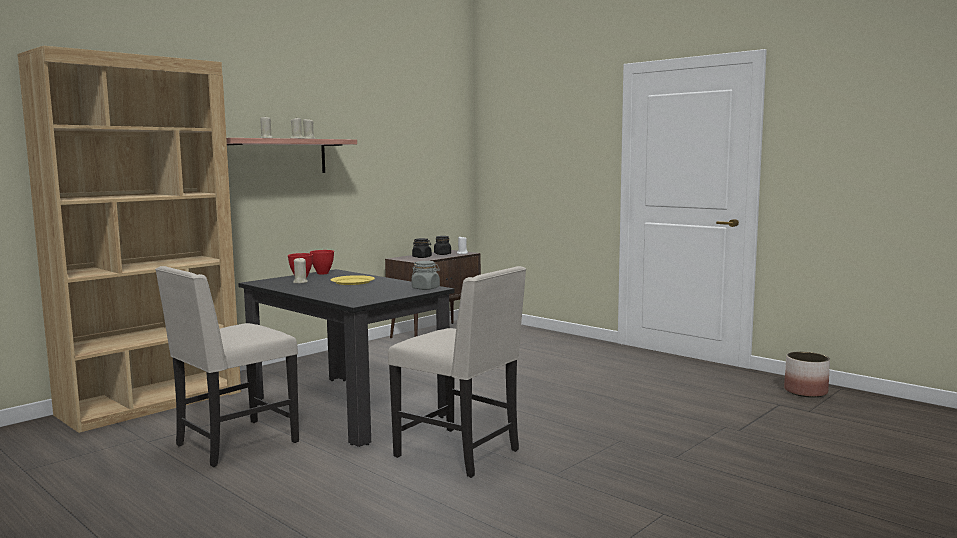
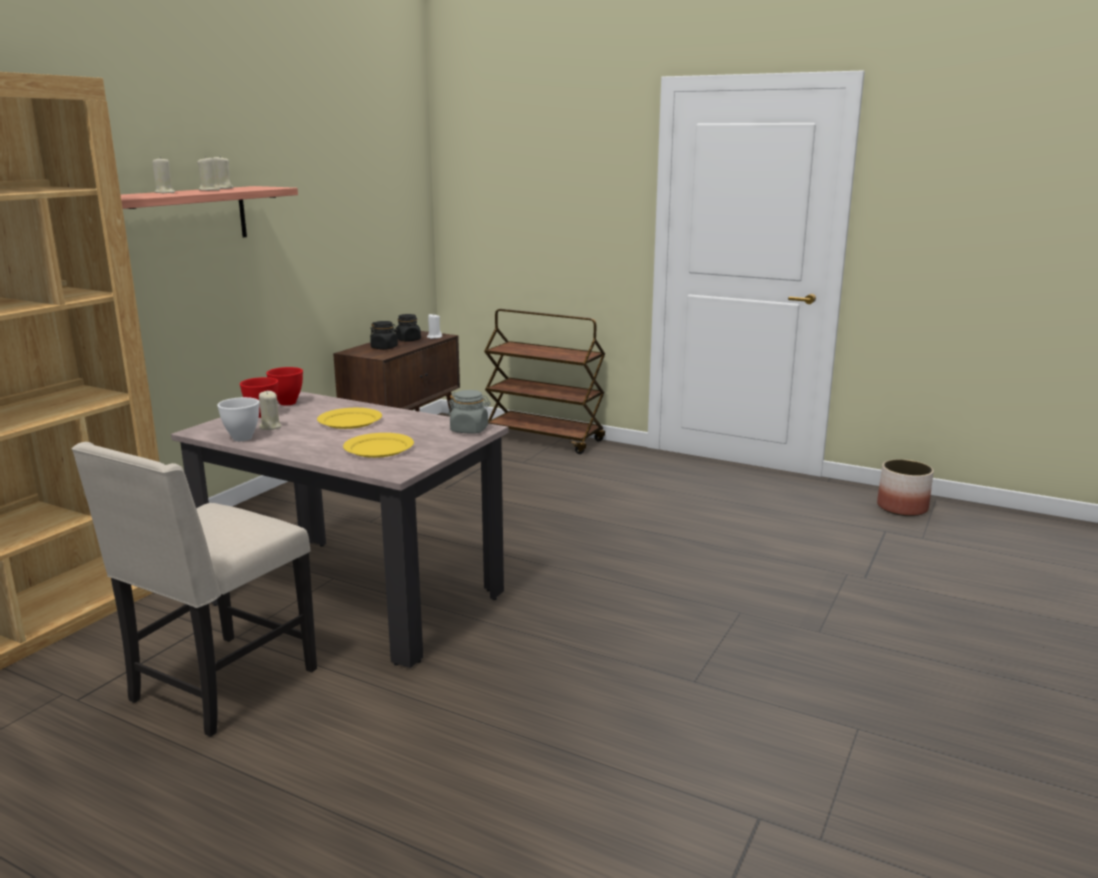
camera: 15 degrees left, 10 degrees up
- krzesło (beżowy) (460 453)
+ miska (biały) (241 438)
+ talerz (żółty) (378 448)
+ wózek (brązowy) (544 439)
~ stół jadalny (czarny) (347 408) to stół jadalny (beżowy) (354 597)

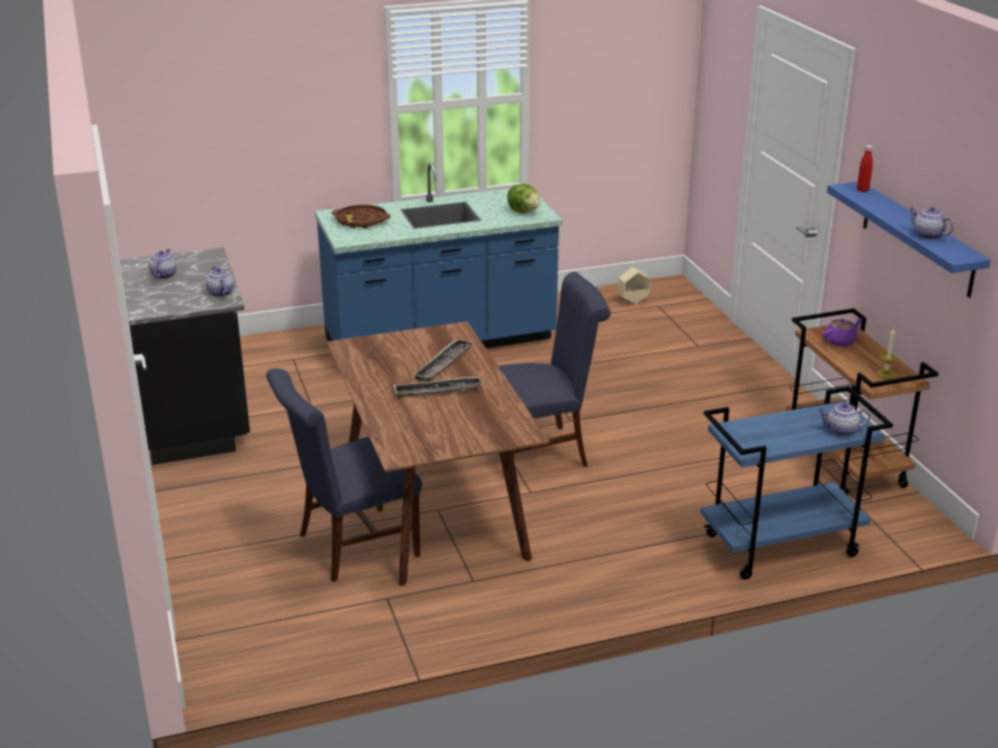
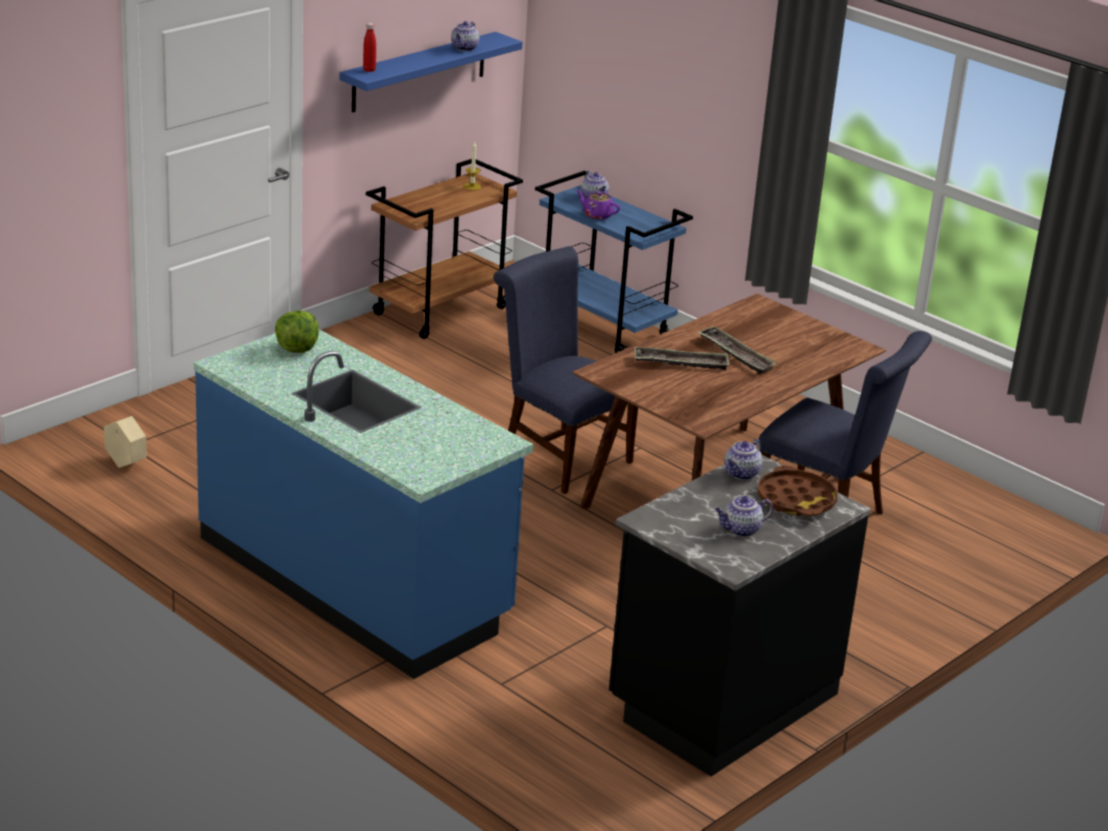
camera: 120 degrees left, 0 degrees up
~ taca (brązowy) (361 221) to (796 500)
~ imbryk (fioletowy) (840 341) to (597 215)

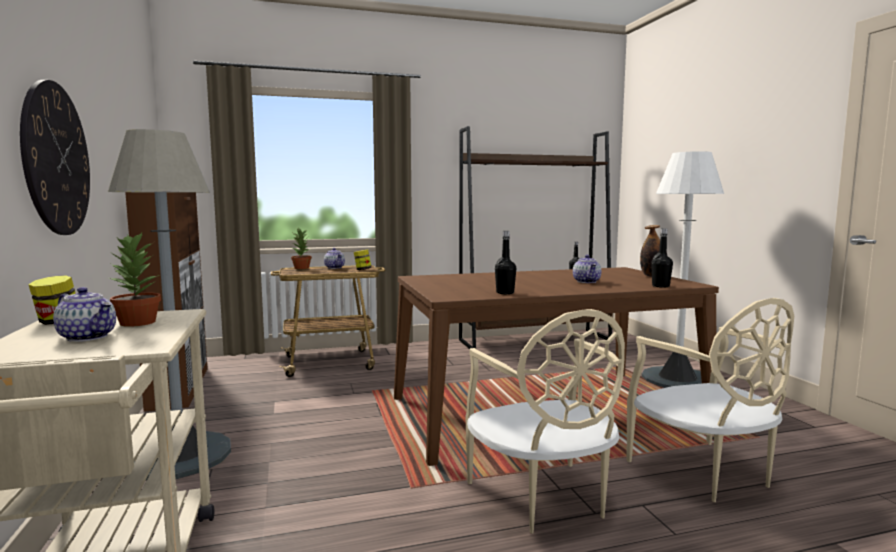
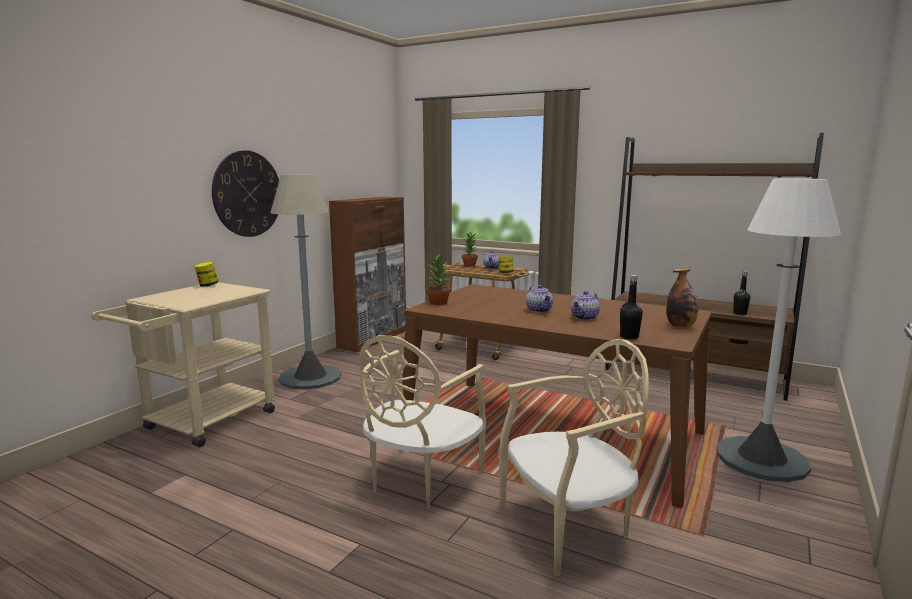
camera: 45 degrees right, 5 degrees up
- butelka (czarny) (505 293)
~ imbryk (88 337) to (539 310)
~ roślina doniczkowa (137 323) to (438 303)
~ krzesło (beżowy) (704 472) = (569 527) 135 degrees counterclockwise

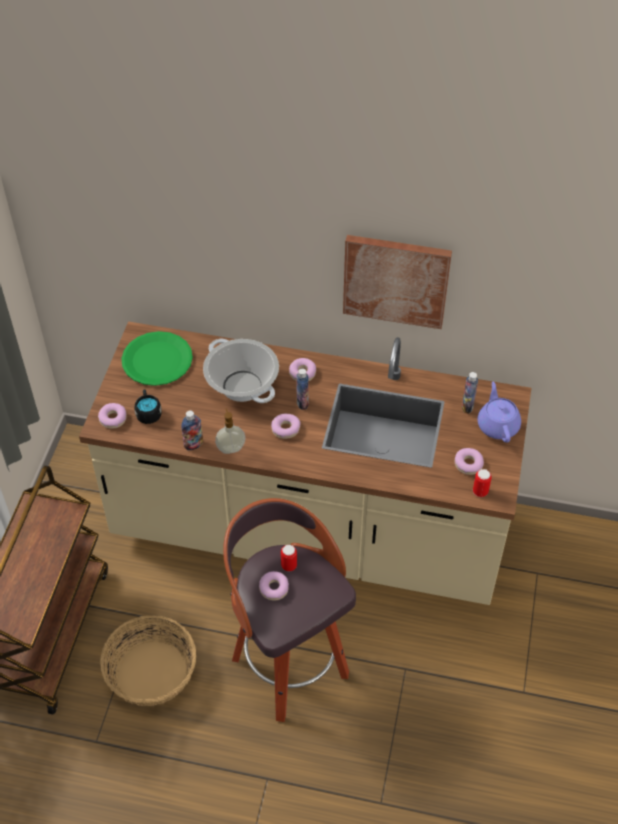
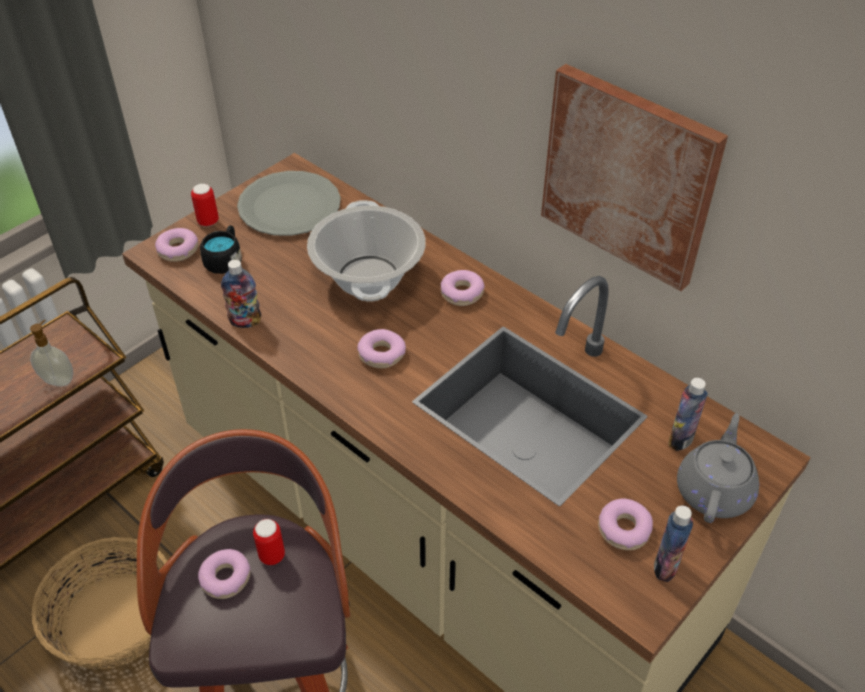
camera: 30 degrees right, 5 degrees down
~ dozownik mydła (231 448) to (59 379)
~ butelka (302 403) to (665 566)
~ puszka (480 491) to (208 221)
~ talerz (zielony) (157 360) to talerz (szary) (290 206)
~ imbryk (fioletowy) (497 425) to imbryk (szary) (714 490)

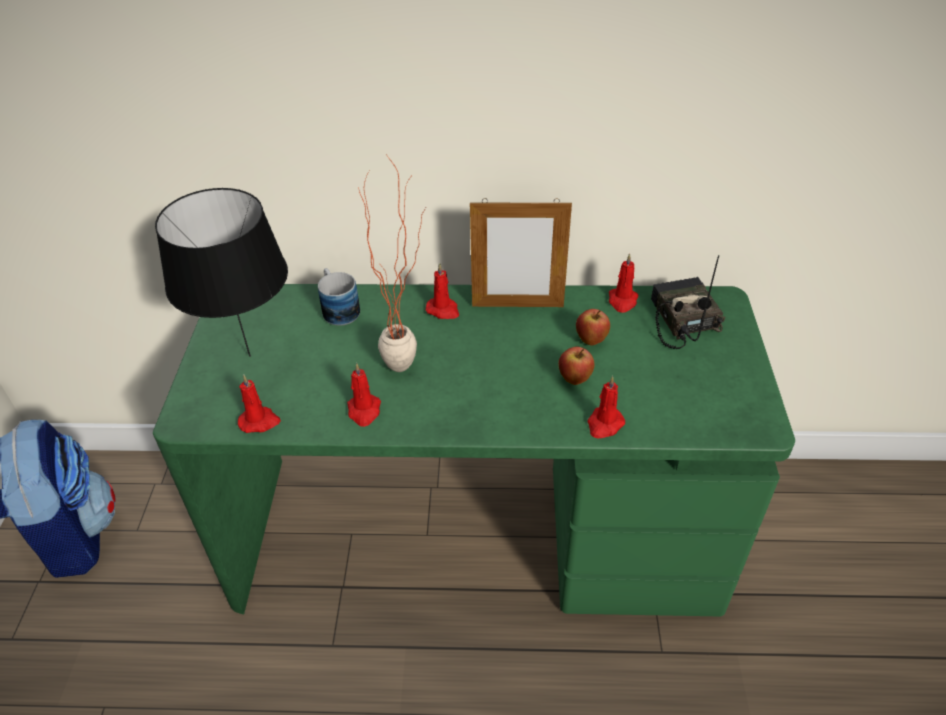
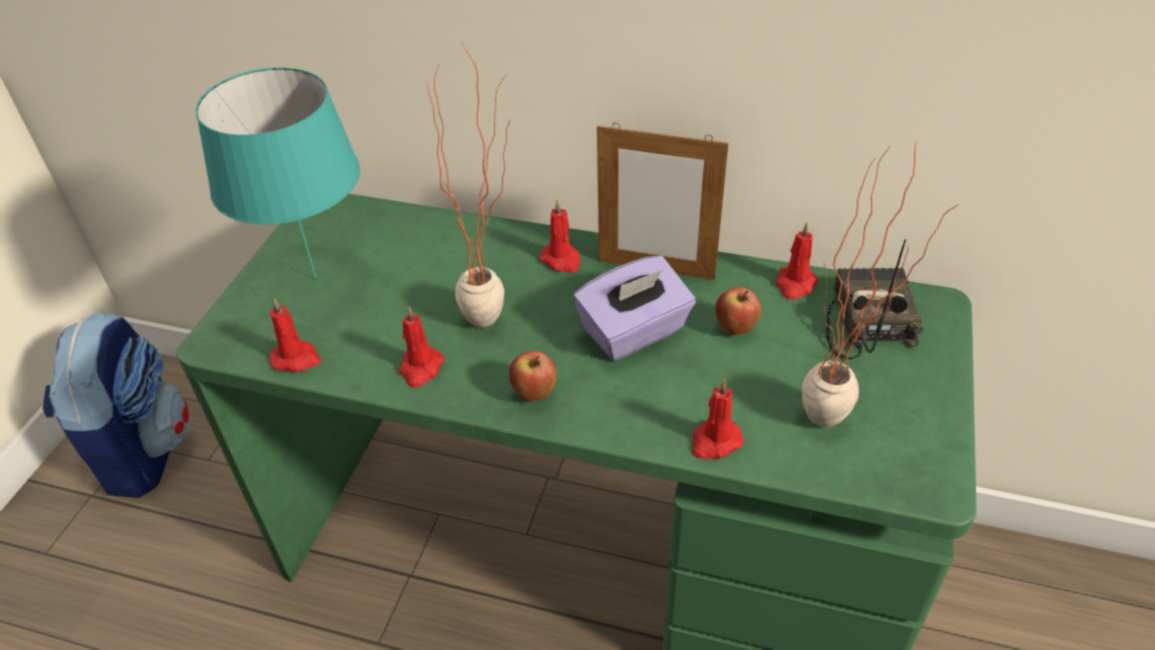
camera: 15 degrees right, 0 degrees up
- kubek (338 308)
+ pudełko chusteczek (fioletowy) (634 332)
+ roślina doniczkowa (837 428)
~ jabłko (575 379) to (534 394)
~ lampa stołowa (czarny) (248 356) to lampa stołowa (turkusowy) (314 279)

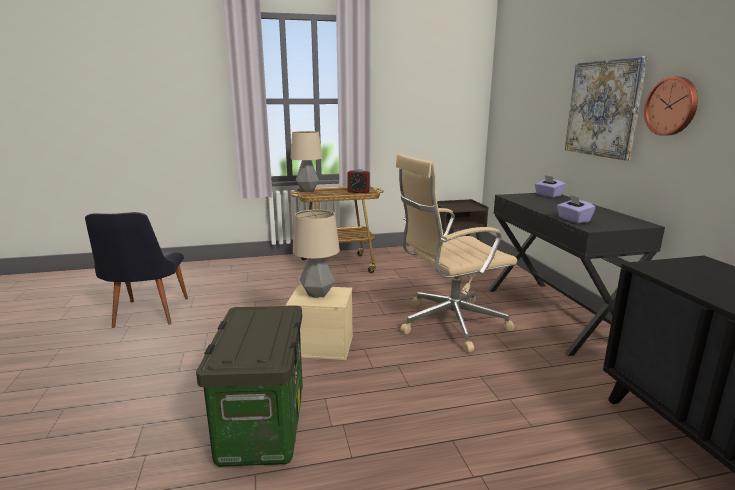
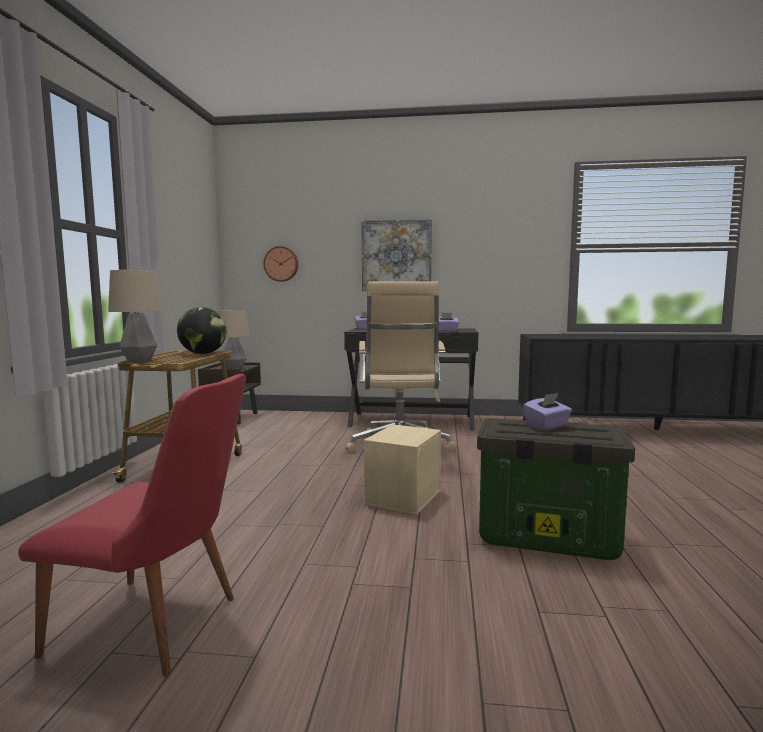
camera: 70 degrees left, 10 degrees down
+ pudełko chusteczek (fioletowy) (547 426)
~ lampa stołowa (317 294) to (234 368)
~ zegar ścienny (672 106) to (281 264)
~ budzik (358 192) to globus (203 353)
~ krzesło (czarny) (147 315) to krzesło (czerwony) (159 628)

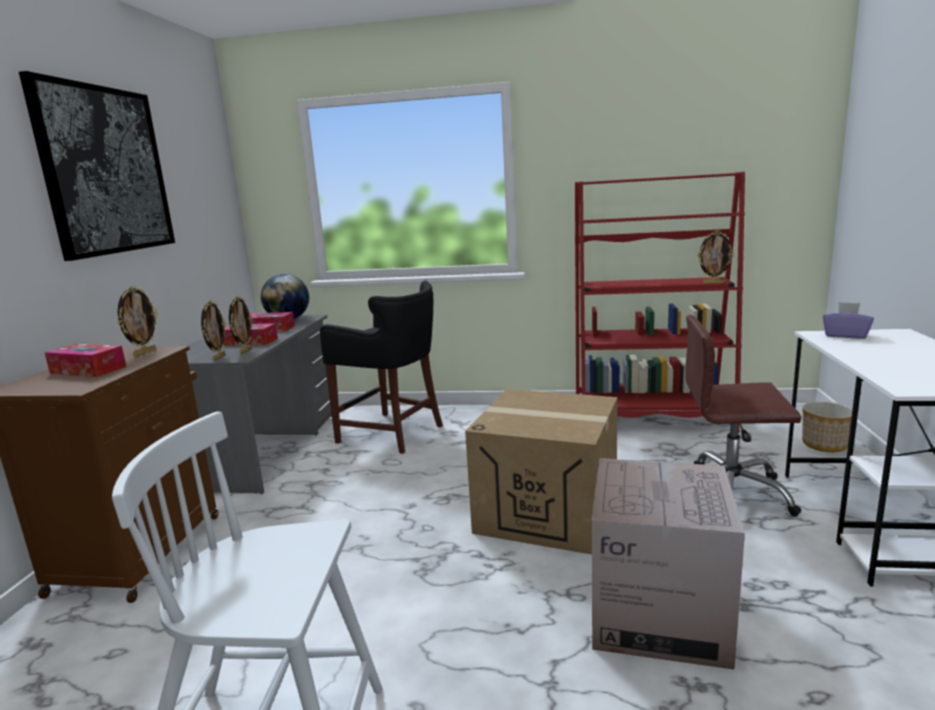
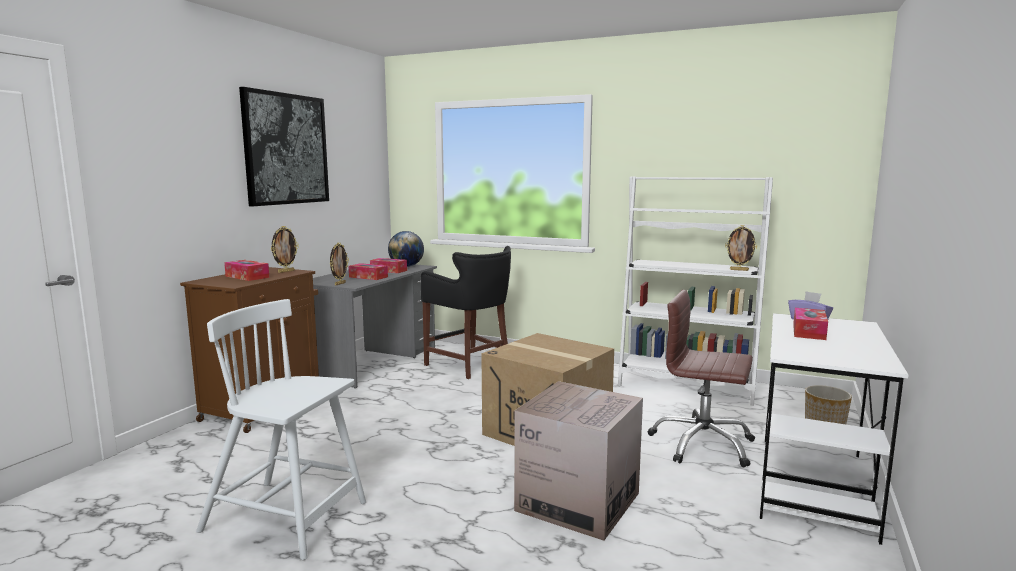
camera: 15 degrees right, 5 degrees down
- ramka na zdjęcie (245 351)
+ pudełko chusteczek (809 331)
~ regał (czerwony) (651 419) to regał (biały) (686 385)

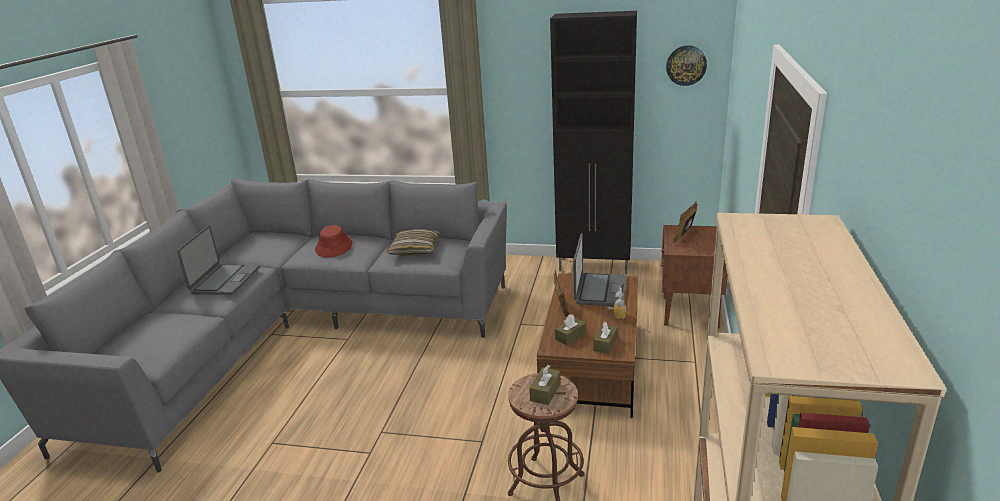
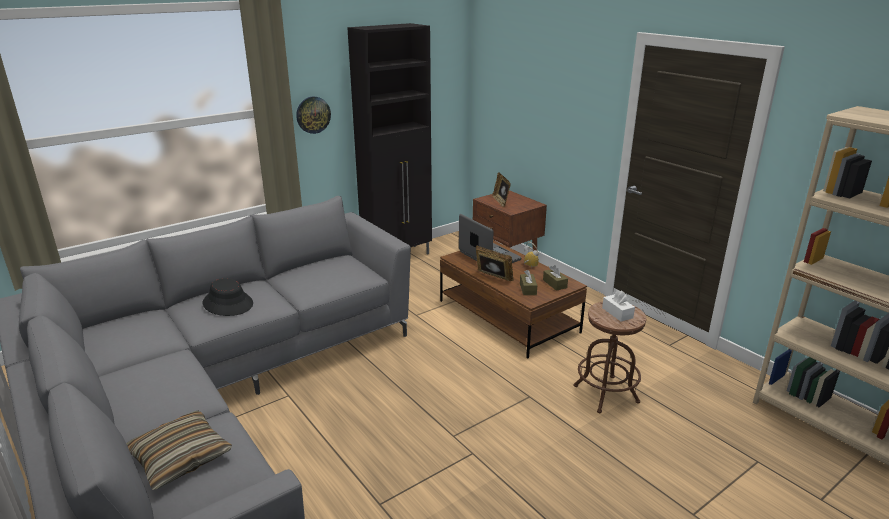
camera: 50 degrees left, 0 degrees up
- laptop (225 280)
~ poduszka (415 249) to (180 457)
~ zegar ścienny (686 65) to (313 115)
~ kapelusz (czerwony) (334 247) to kapelusz (czarny) (228 303)
~ pudełko chusteczek (brązowy) (545 392) to pudełko chusteczek (biały) (617 313)

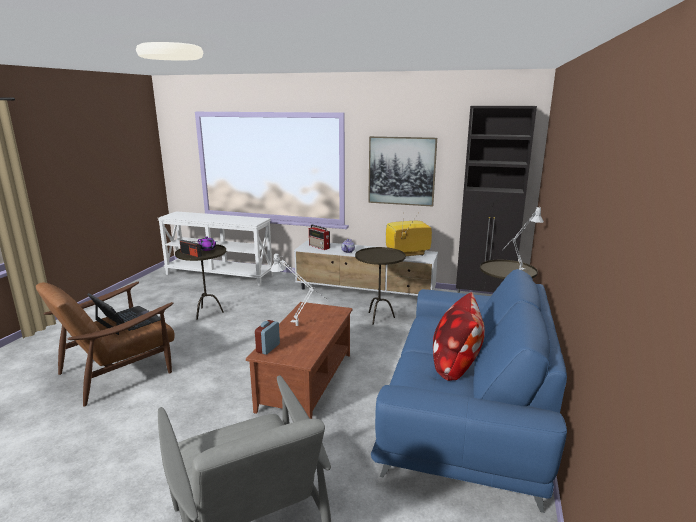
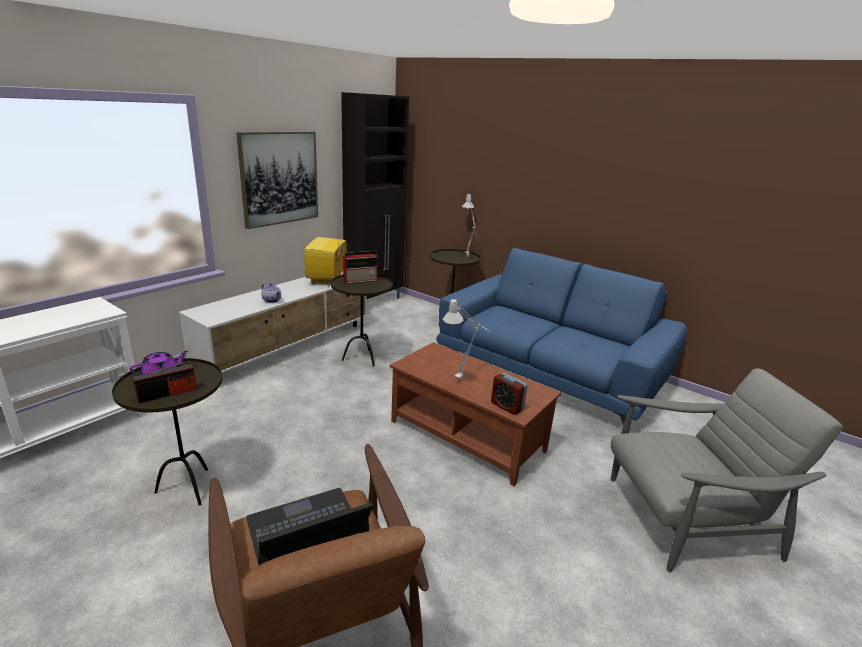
camera: 70 degrees left, 5 degrees up
- poduszka (455 364)
~ radio (319 247) to (361 280)

